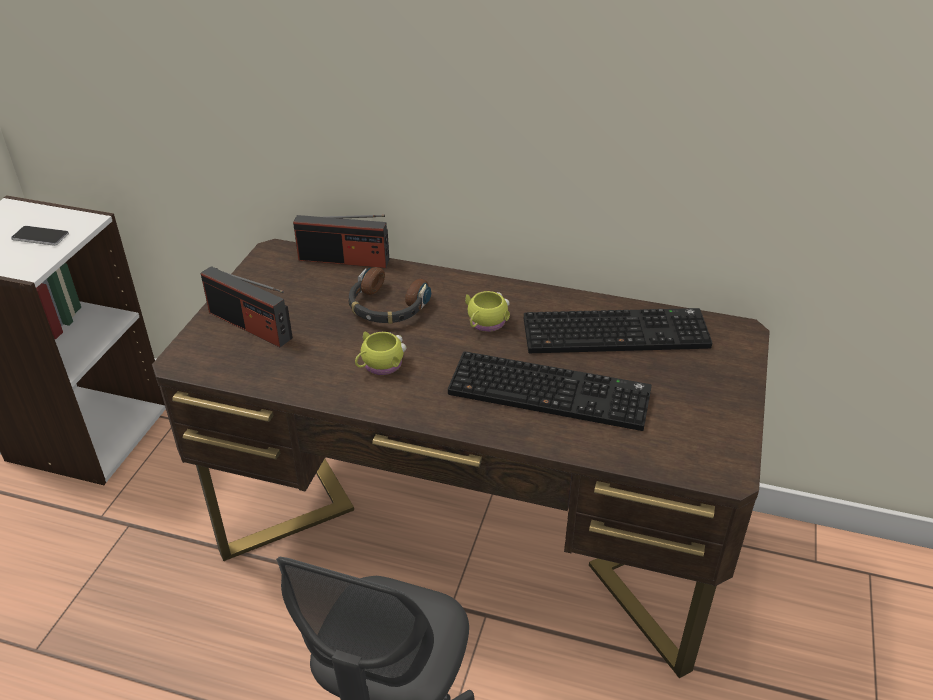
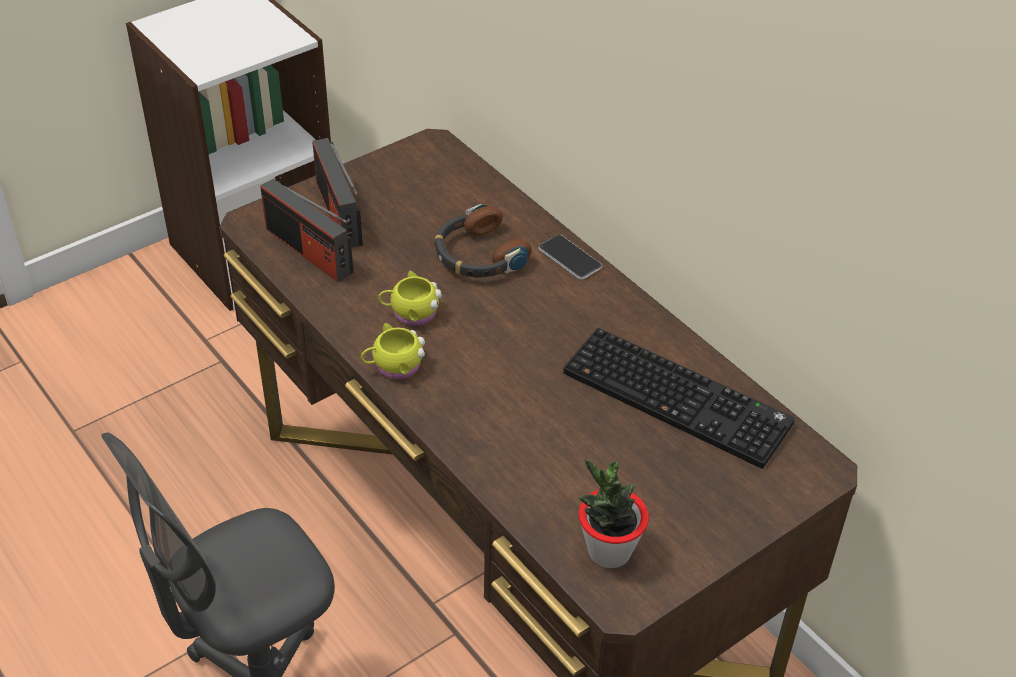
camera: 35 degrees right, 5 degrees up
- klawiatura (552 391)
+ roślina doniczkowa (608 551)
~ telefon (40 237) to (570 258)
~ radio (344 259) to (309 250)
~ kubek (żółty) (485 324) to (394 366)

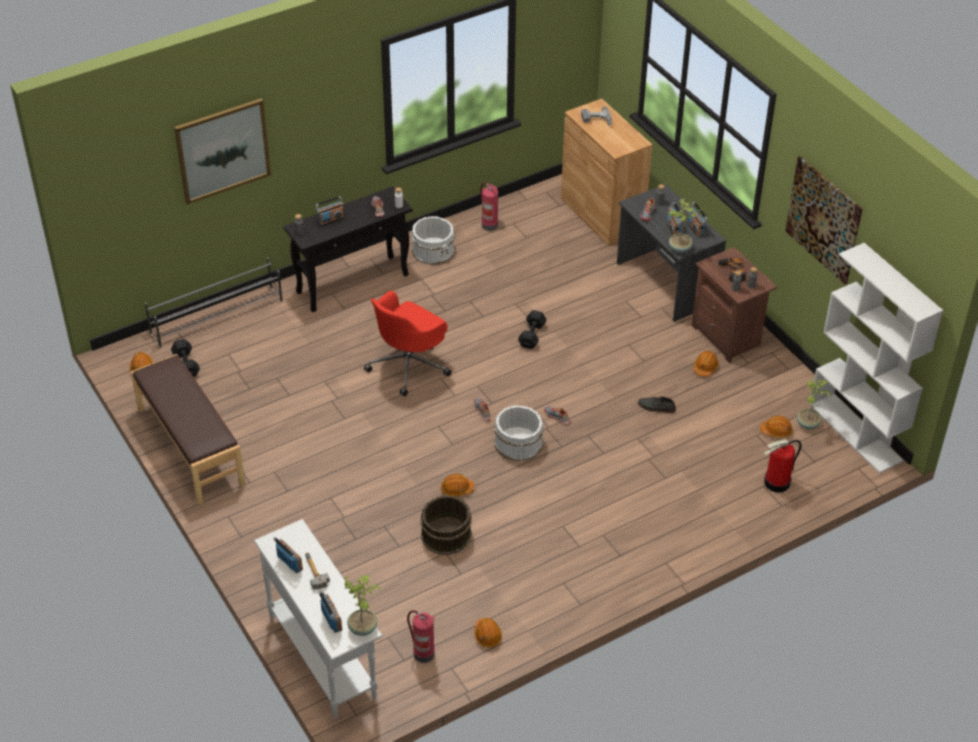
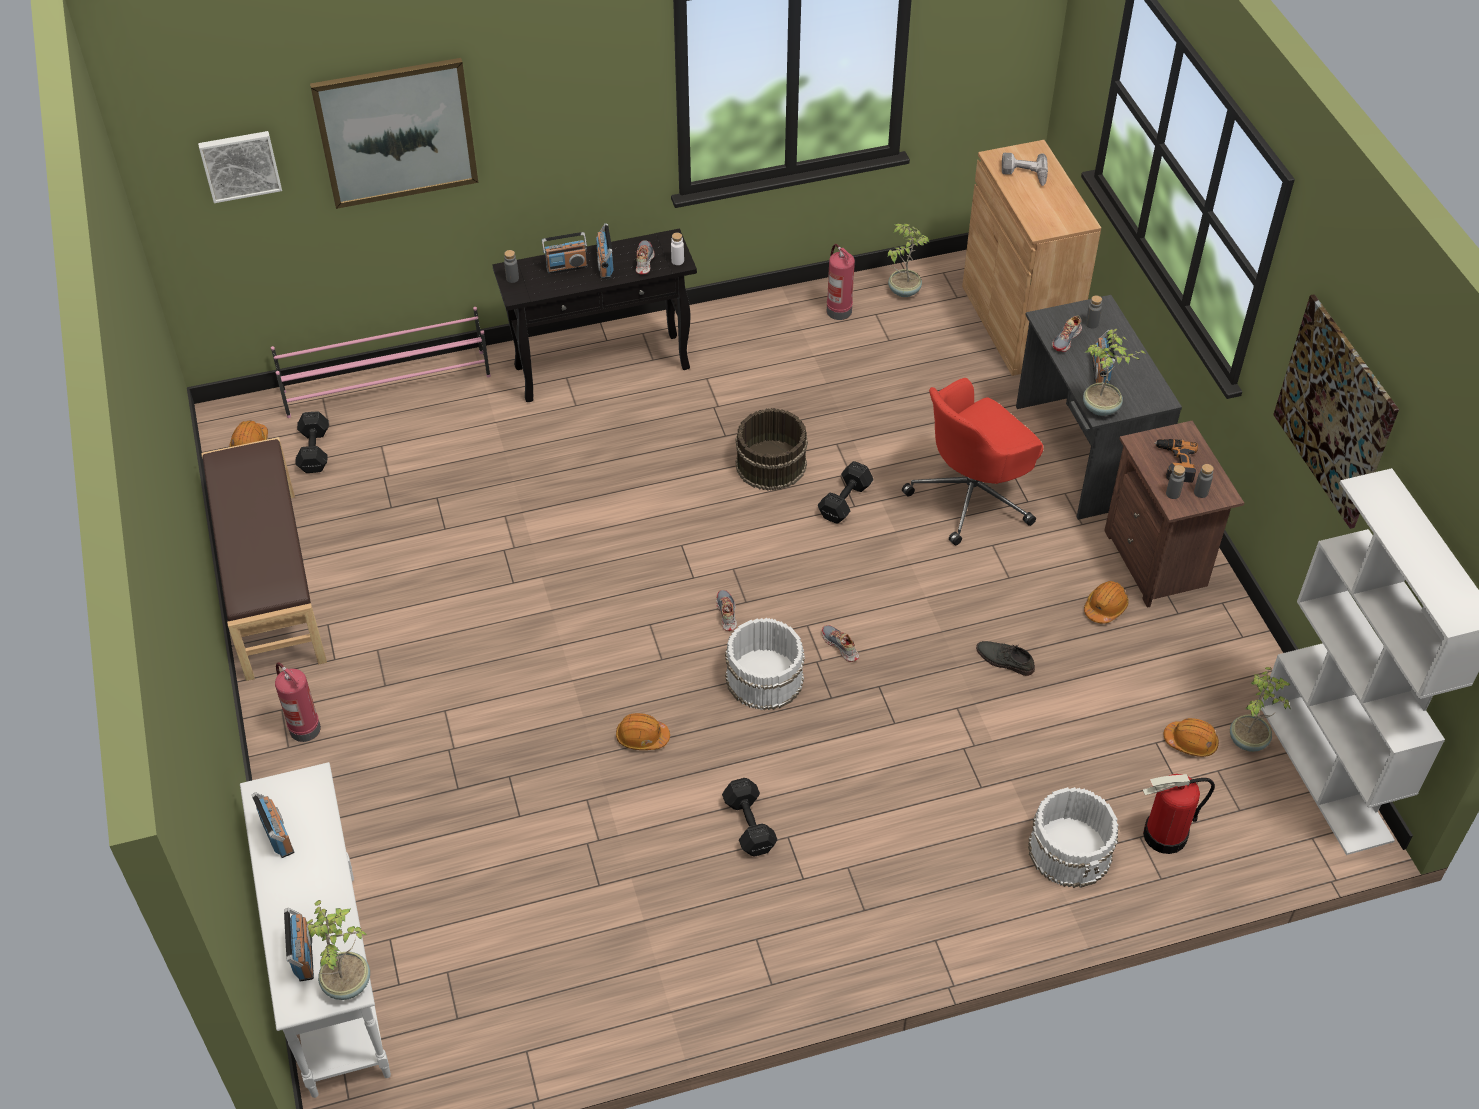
camera: 15 degrees right, 5 degrees up
- młotek (313 574)
- kask (pomarańczowy) (487 635)
+ obraz (240 164)
+ hantel (czarny) (749 827)
+ roślina doniczkowa (903 290)
~ krzesło biurowe (czerwony) (409 365) to (972 496)
~ gaśnica (422 654) to (303 728)
~ wiadro (biały) (433 250) to (1071 850)
~ wiadro (brązowy) (445 534) to (770 463)
~ radio (695 228) to (604 265)
~ regał na buty (szary) (217 316) to regał na buty (różowy) (387 384)

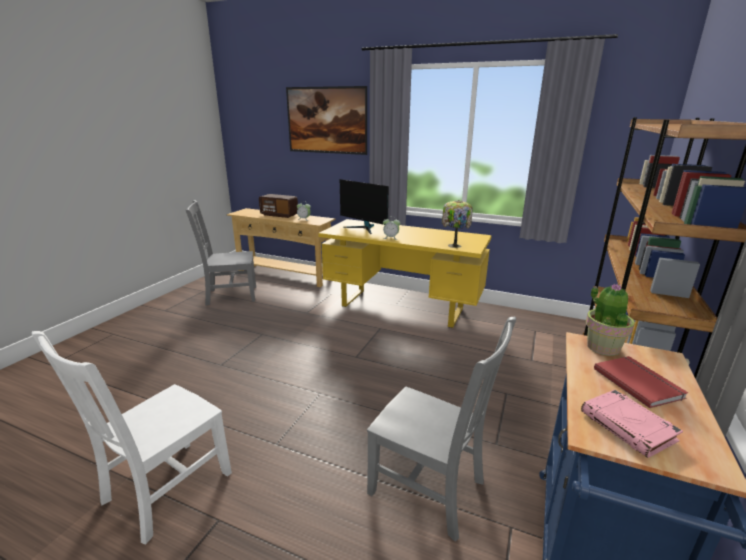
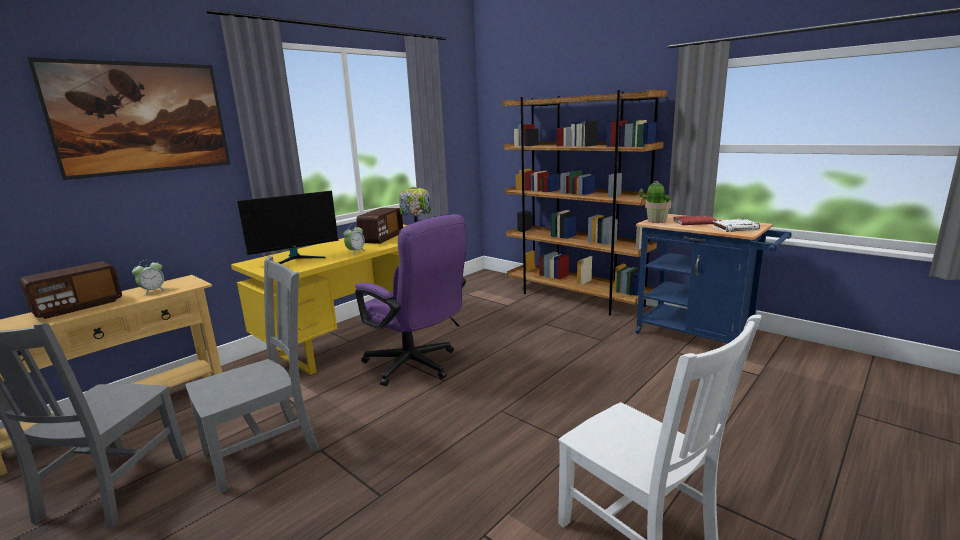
camera: 70 degrees left, 5 degrees down
+ krzesło biurowe (fioletowy) (416 366)
+ radio (382 238)
~ krzesło (szary) (430 489) to (265 449)
~ książka (różowy) (628 427) to książka (biały) (735 228)

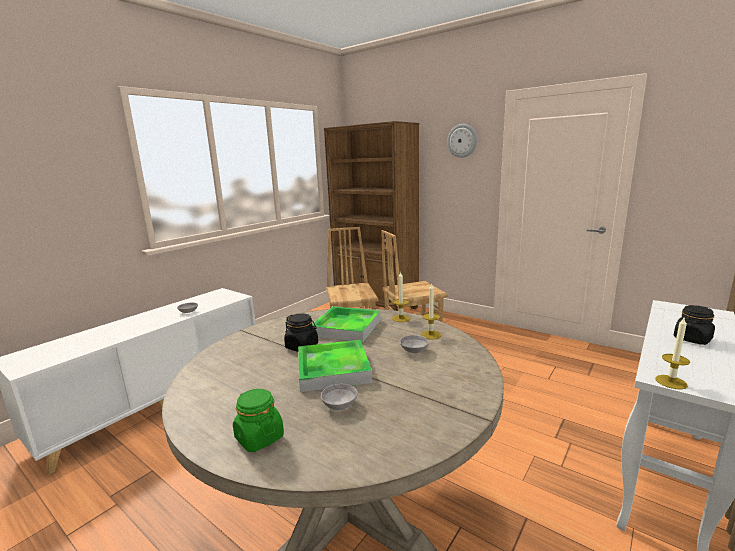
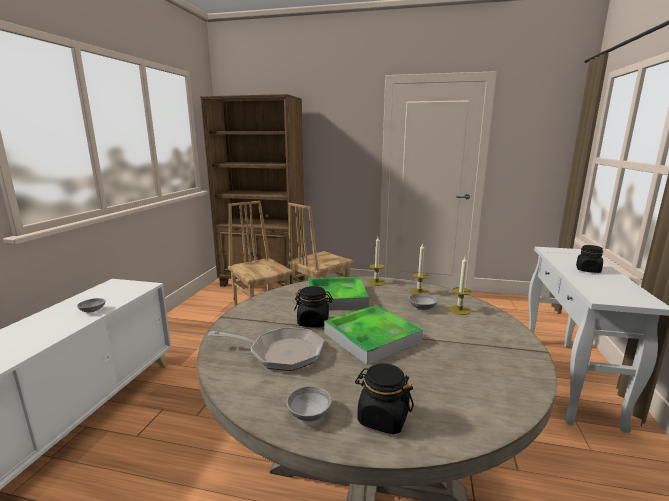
camera: 25 degrees left, 0 degrees up
- zegar ścienny (462 140)
+ patelnia (280 353)
~ miska (szary) (340 405) to (309 413)
~ świeca (671 382) to (459 310)
~ słoik (zielony) (259 438) to słoik (czarny) (382 418)

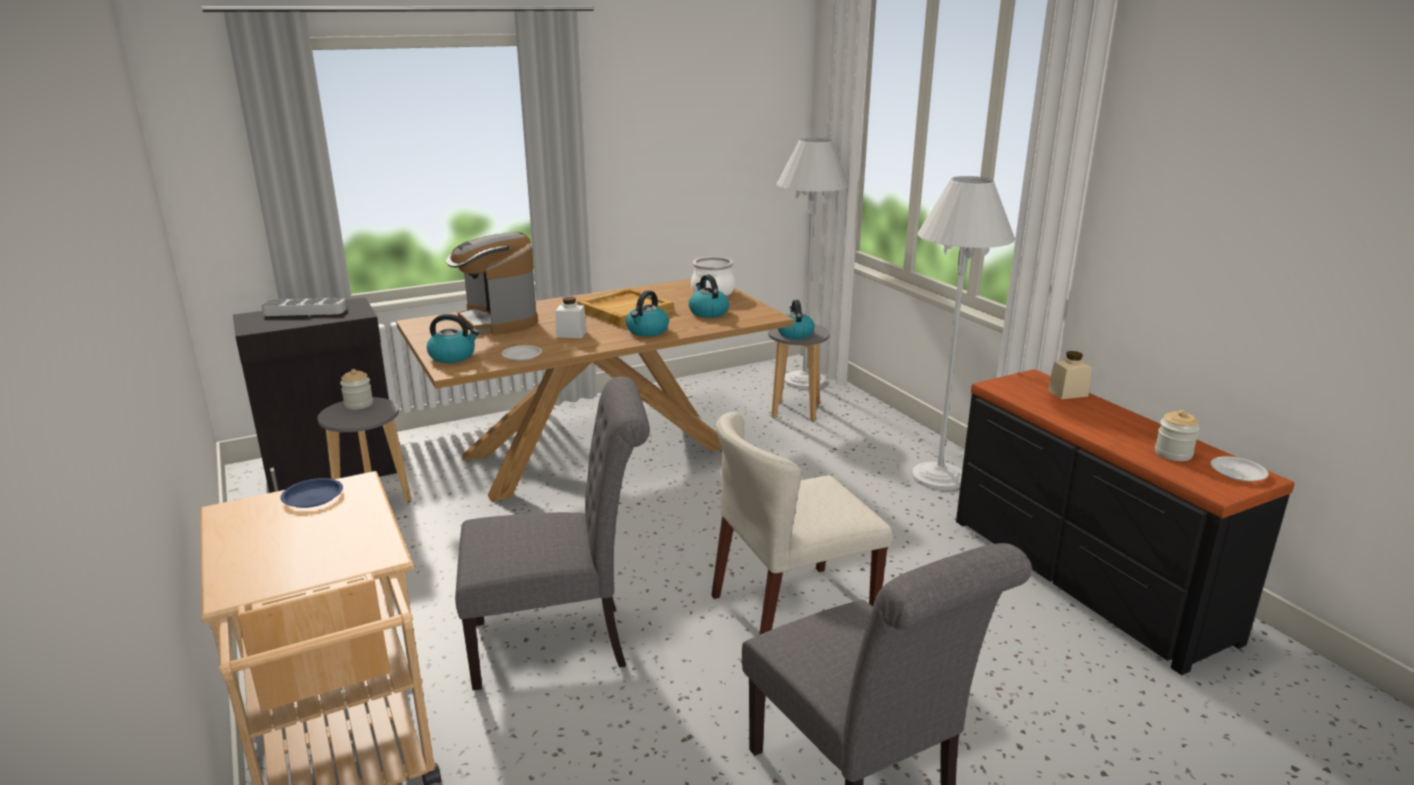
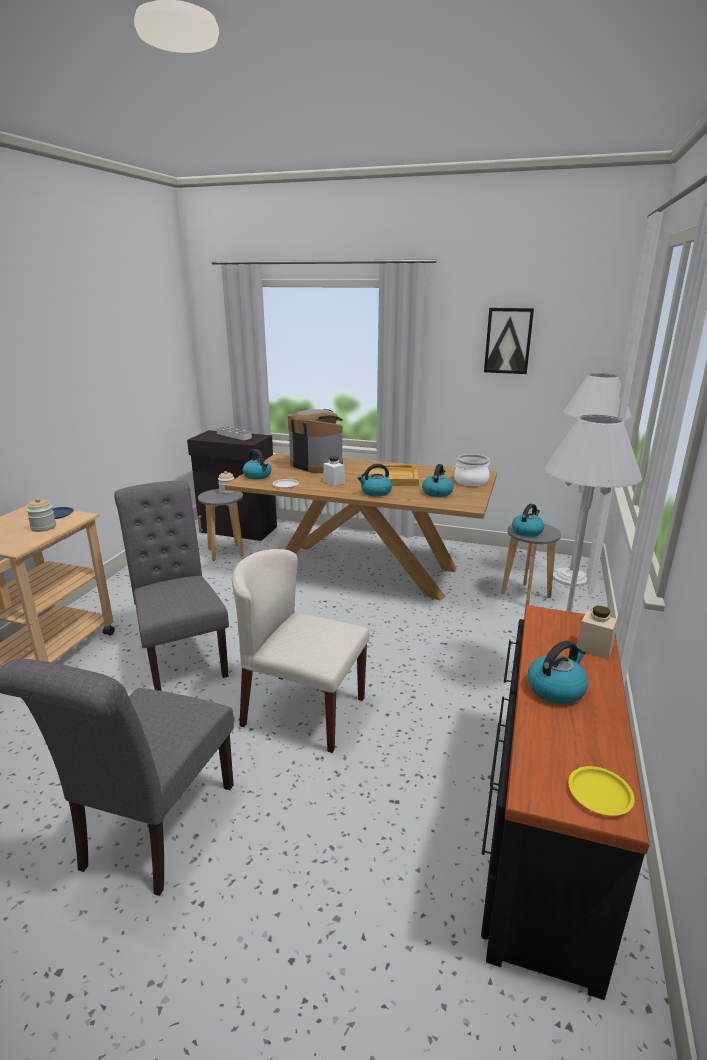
camera: 45 degrees right, 0 degrees up
+ obraz (508 341)
+ czajnik (556 688)
~ słoik (1173 454) to (43 527)
~ talerz (biały) (1237 472) to talerz (żółty) (599 794)
~ ekspres do kawy (497 321) = (316 465) 120 degrees clockwise
~ krzesło (szary) (560 643) = (181 656) 150 degrees counterclockwise

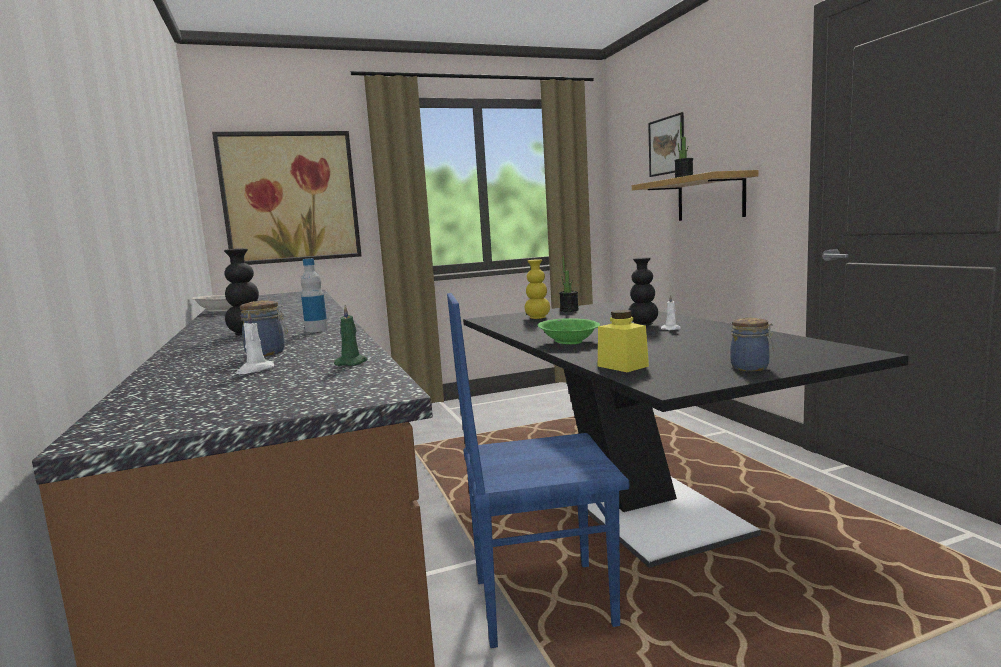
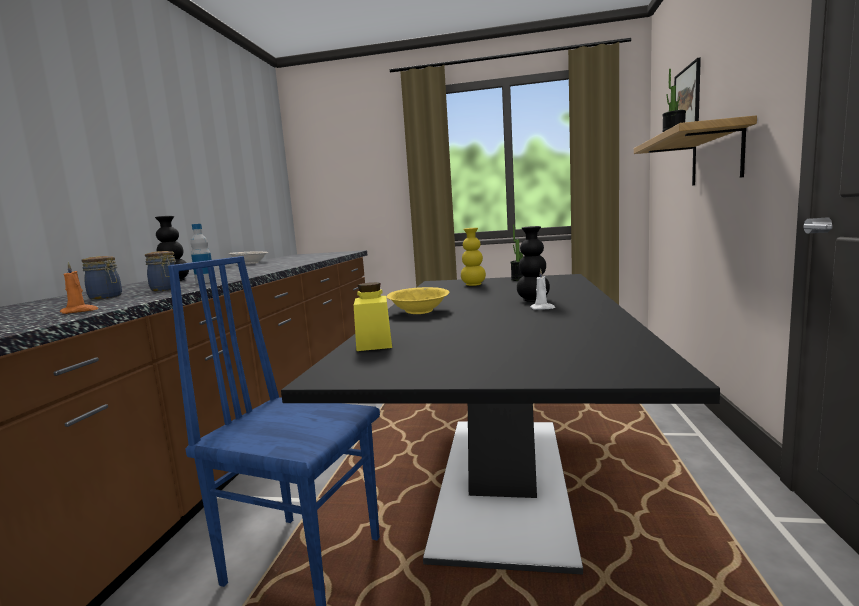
camera: 30 degrees right, 0 degrees up
- obraz (290 197)
- świeca (biały) (255 370)
~ słoik (751 367) to (165 289)
~ świeca (zielony) (352 363) to świeca (pomarańczowy) (80 311)
~ miska (zielony) (569 342) to miska (żółty) (419 311)

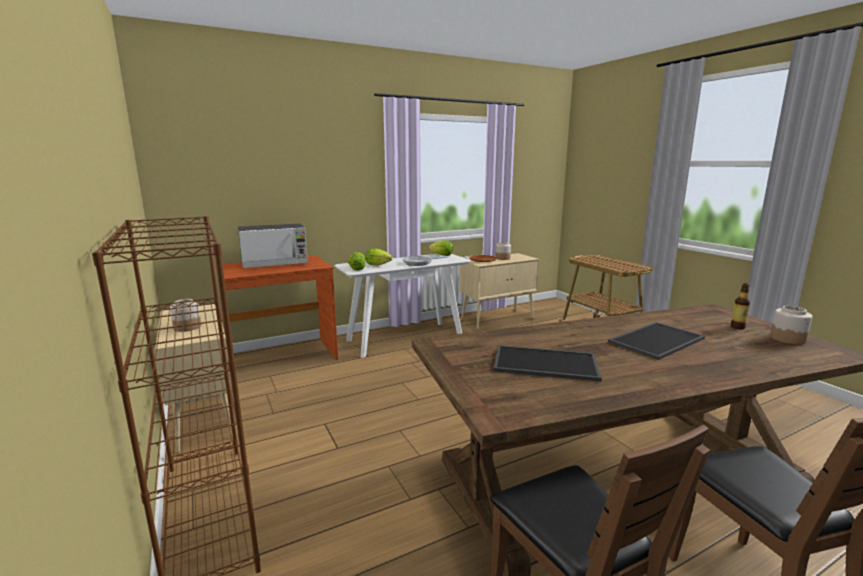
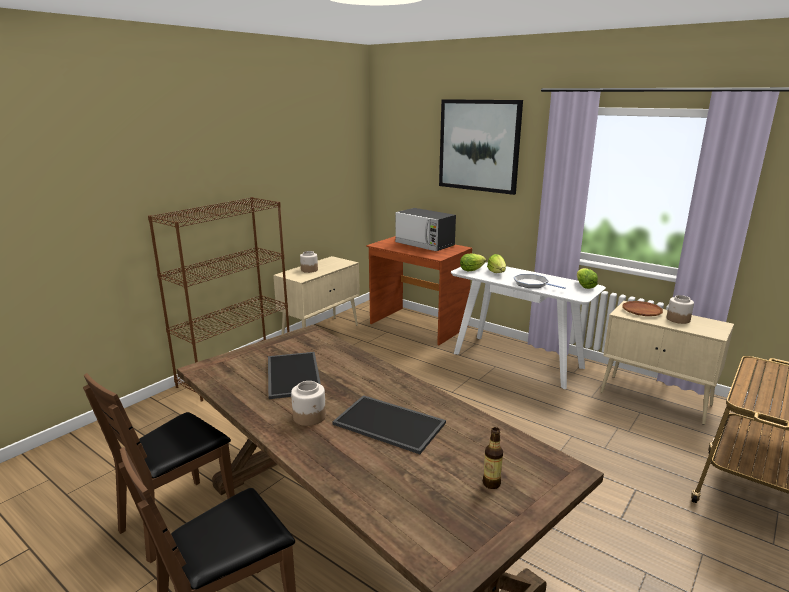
camera: 65 degrees right, 5 degrees up
+ obraz (479 145)
~ słoik (787 339) to (310 417)

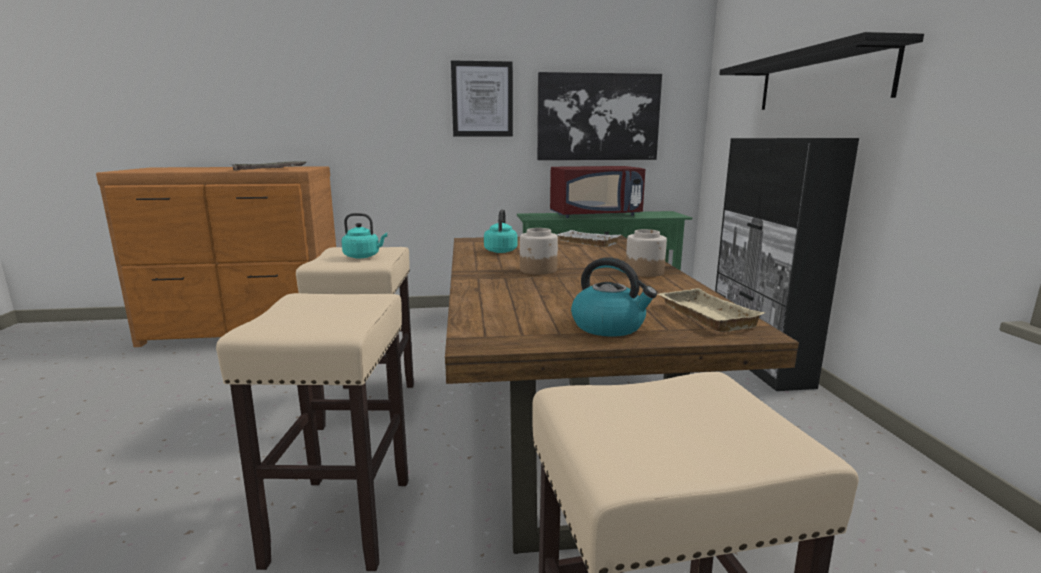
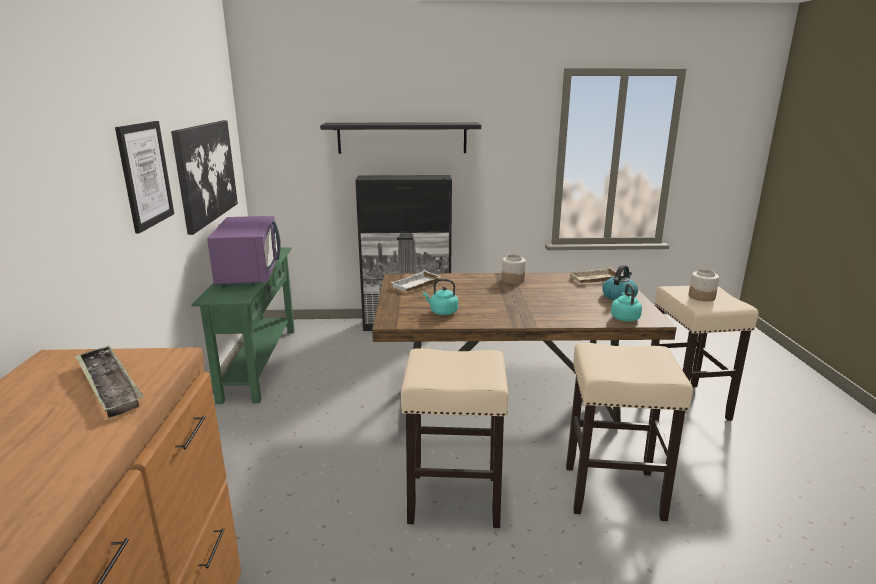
camera: 85 degrees left, 5 degrees up
~ czajnik (turkusowy) (363 256) to (624 317)
~ słoik (538 270) to (702 297)
~ mikrofalówka (czerwony) (595 215) to mikrofalówka (fioletowy) (248 273)

